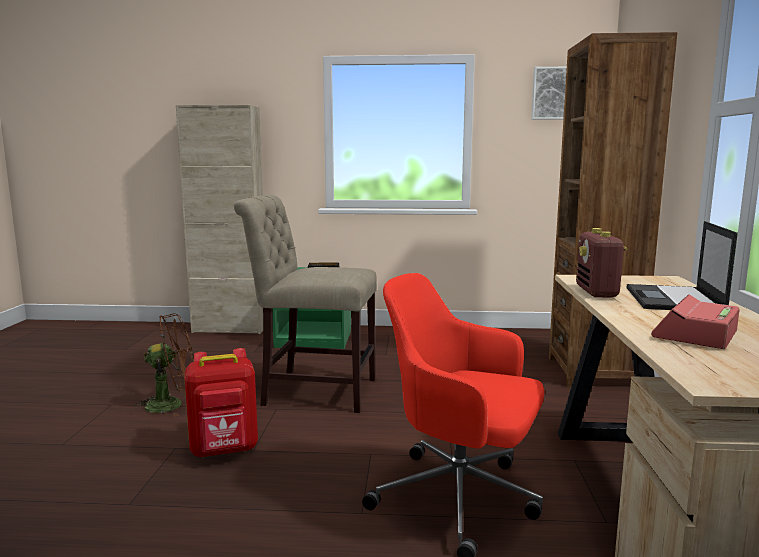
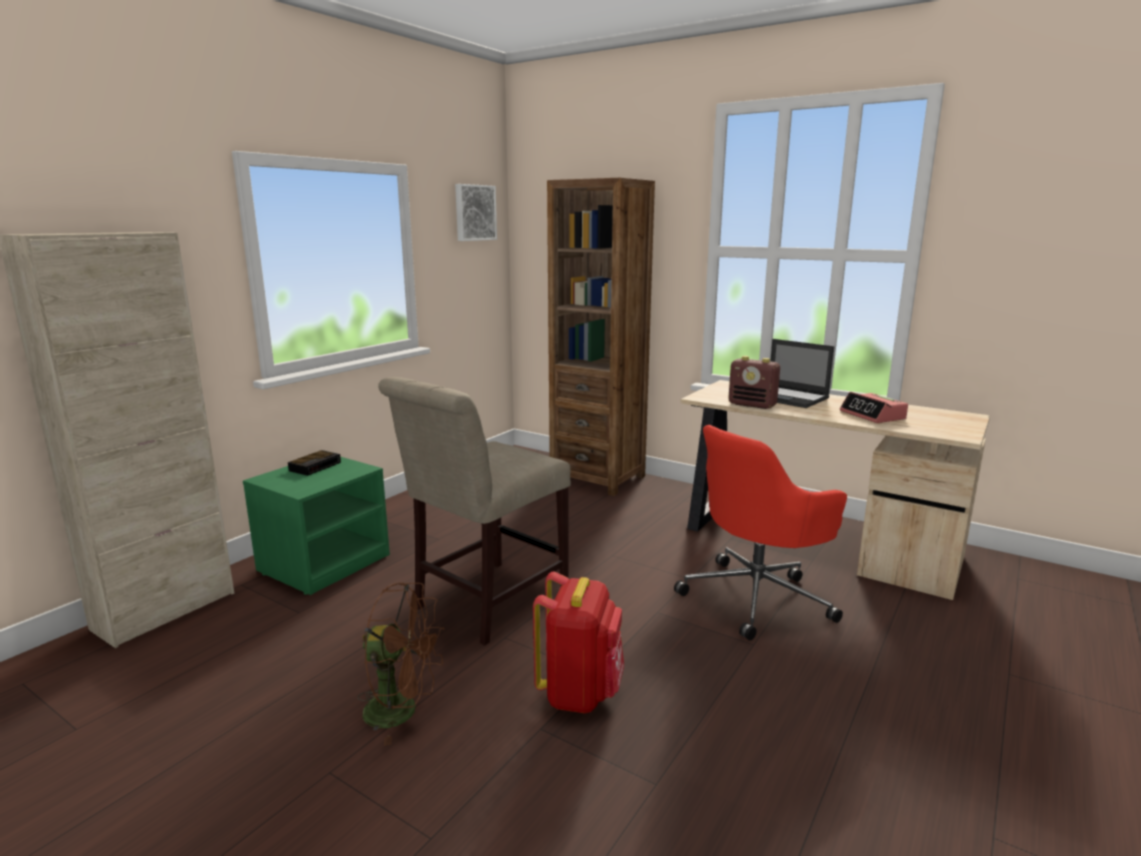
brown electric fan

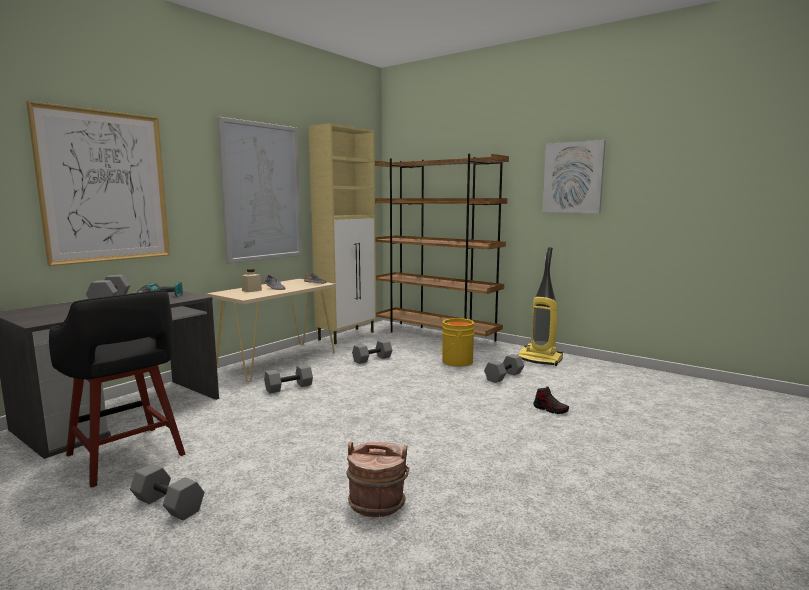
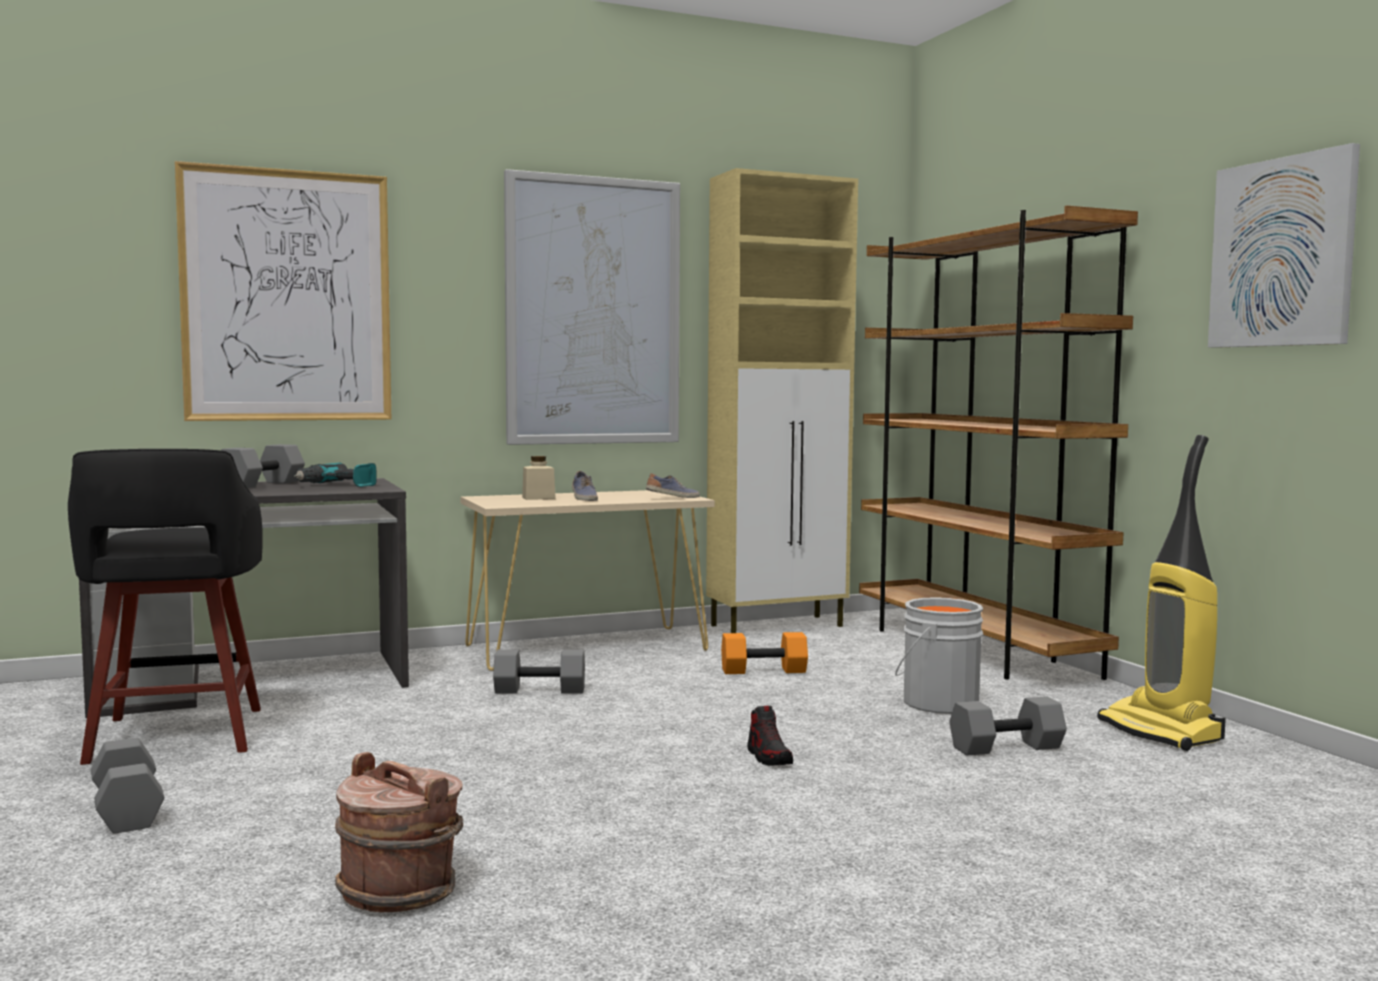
orangey dumbbell; gray water bucket; item of footwear (no. 3 from left)

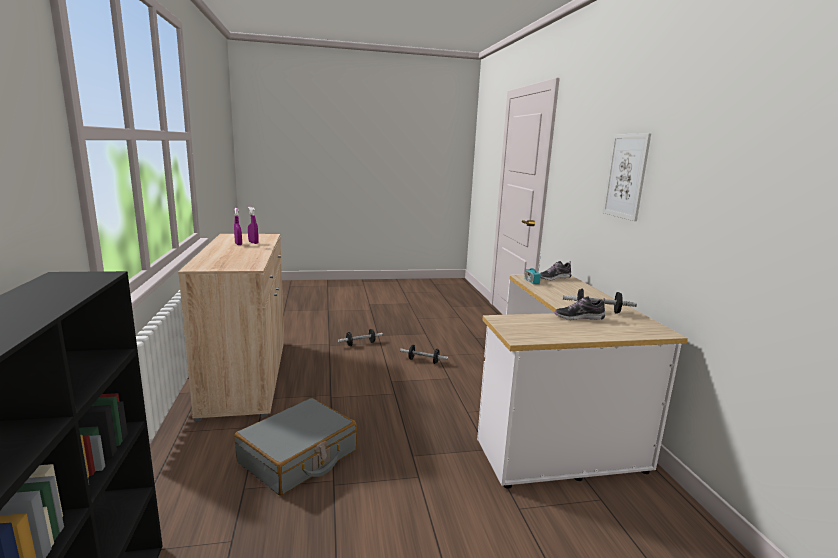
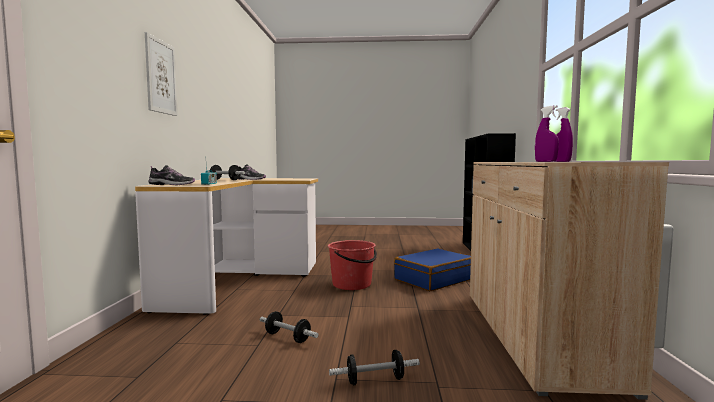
blue-coloured travel case; red-coloured water bucket

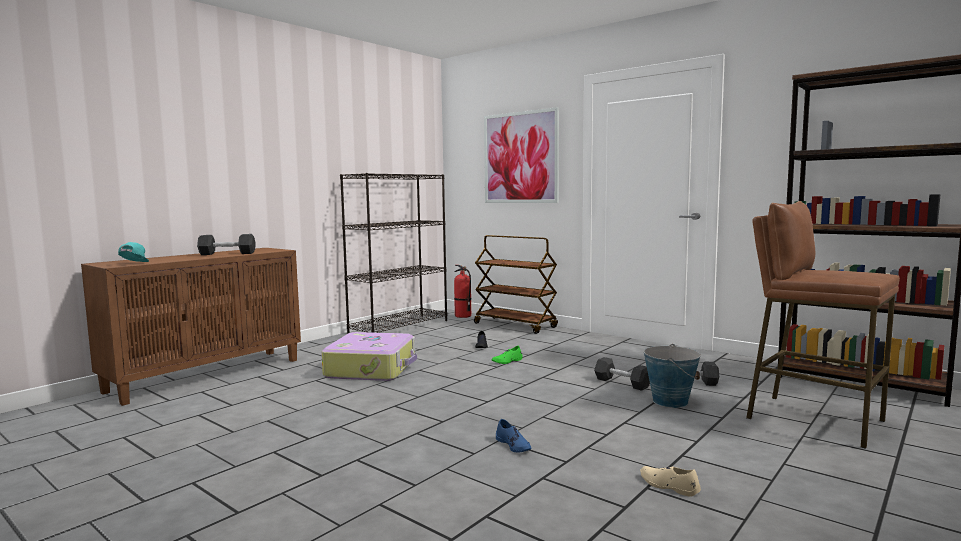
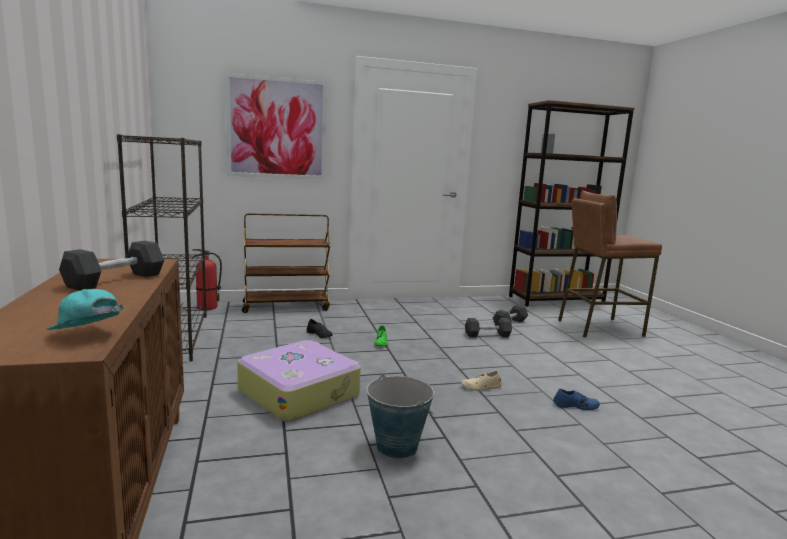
beige-coloured item of footwear; water bucket

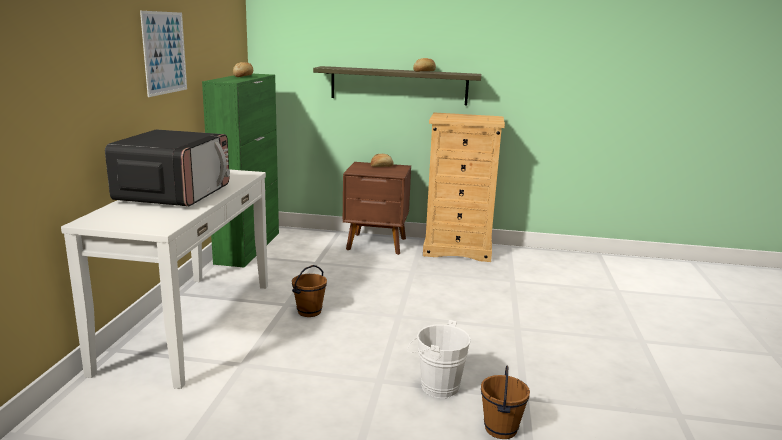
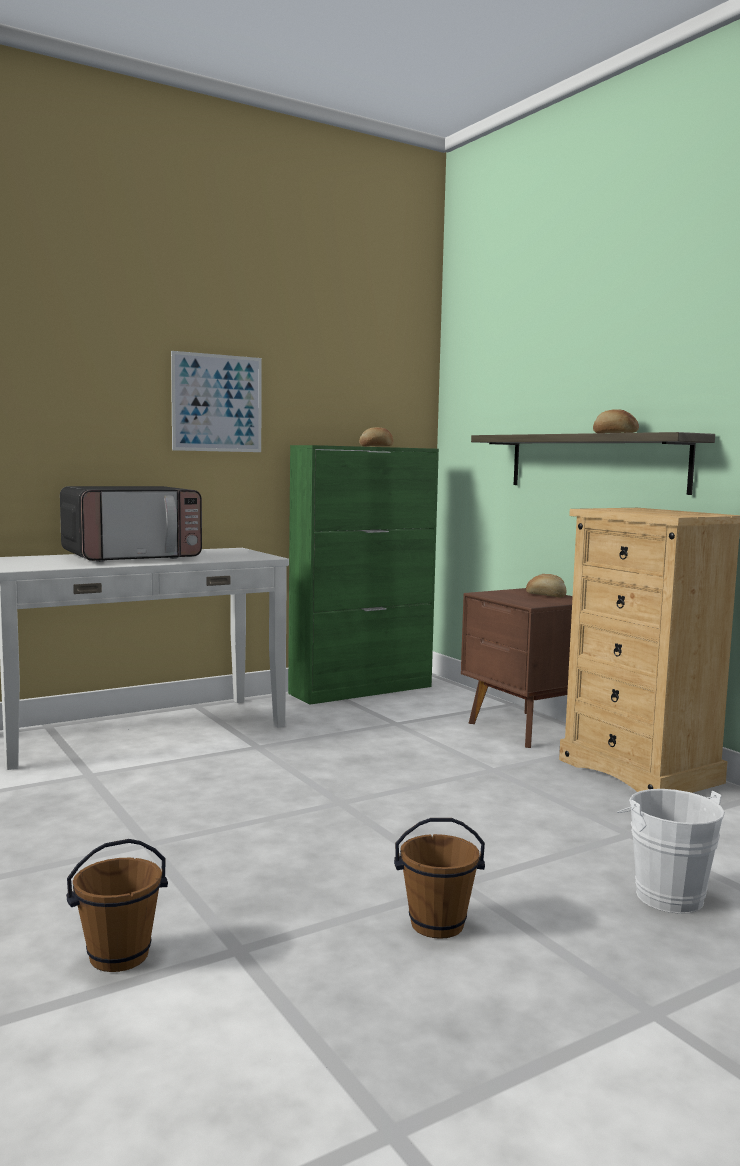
brown water bucket (no. 2 from left); white-coloured water bucket

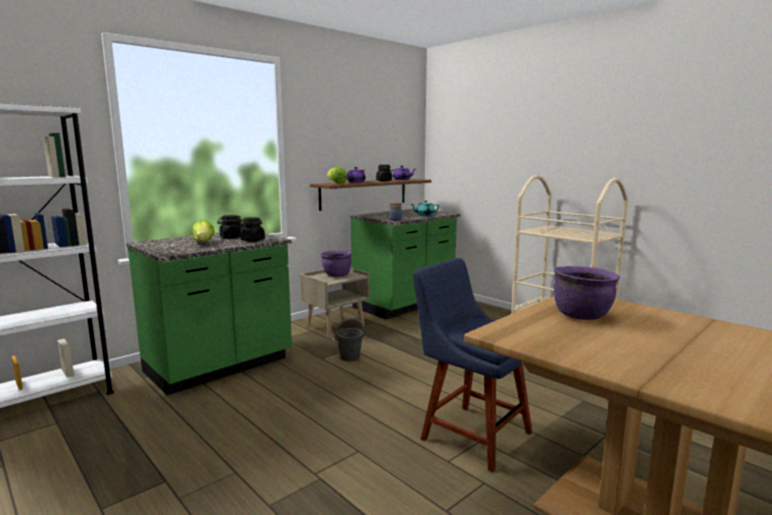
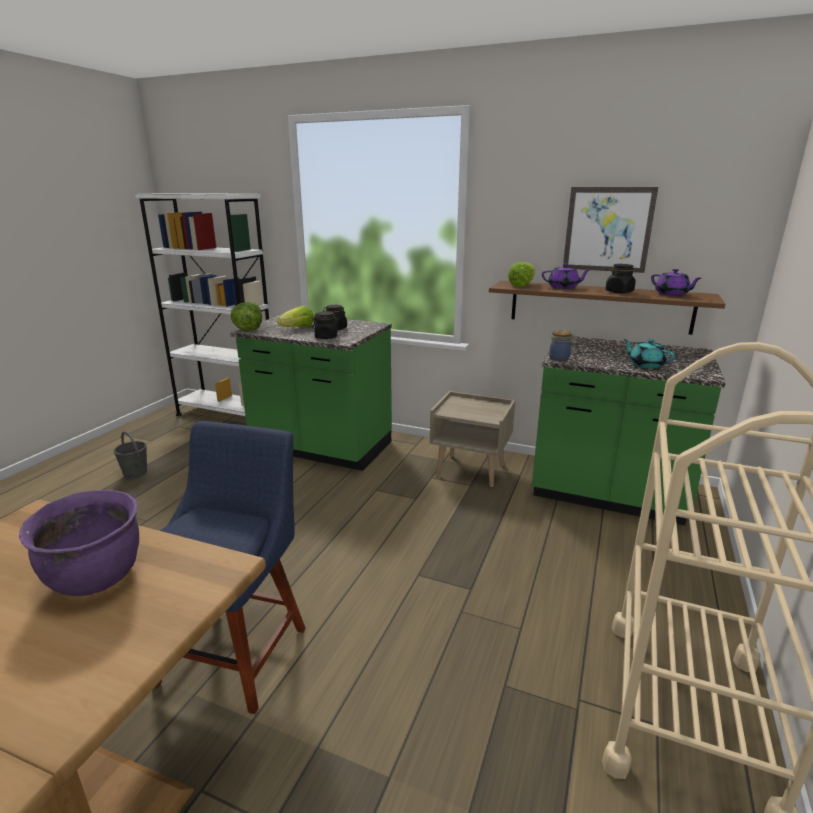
purple-coloured saucepot (no. 1 from left in the first image); gray water bucket; lettuce (no. 1 from left); wall art

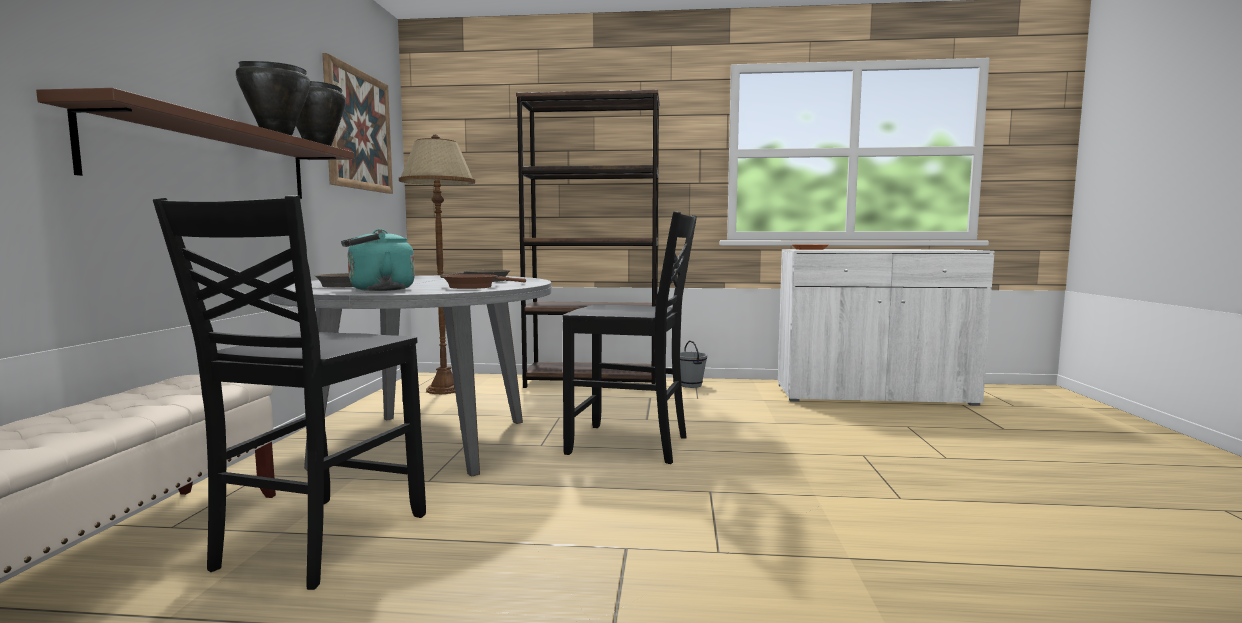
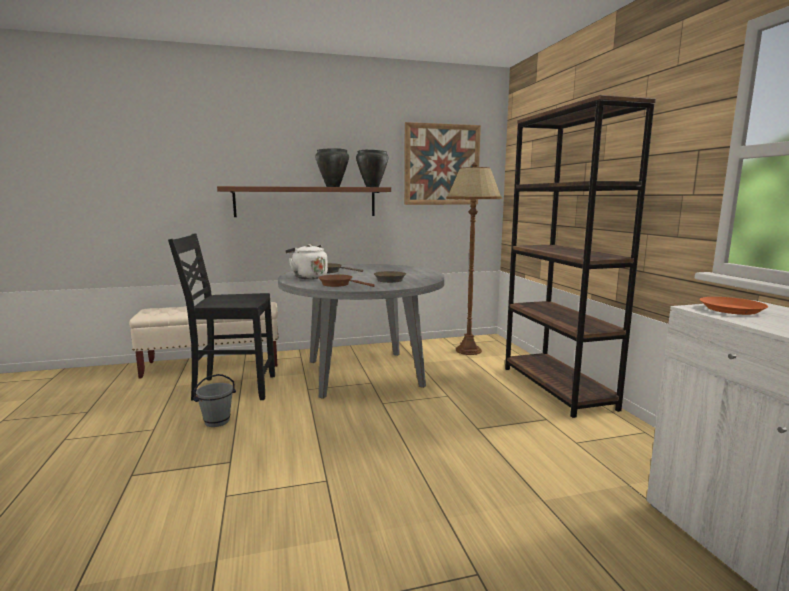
white-coloured kettle; blackish chair (no. 2 from left in the first image); gray water bucket

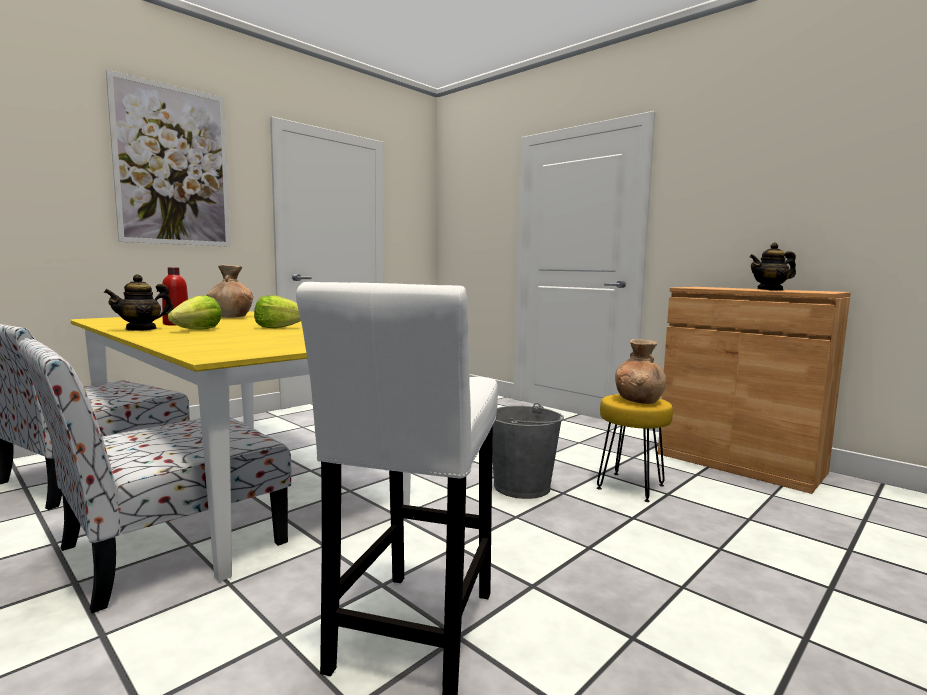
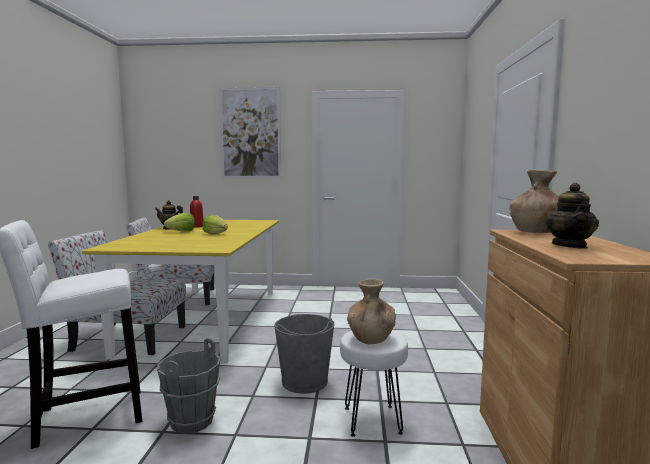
brown flower vase (no. 2 from left); white-coloured stool (no. 2 from left); pot for tea (no. 2 from left); gray water bucket (no. 1 from left)

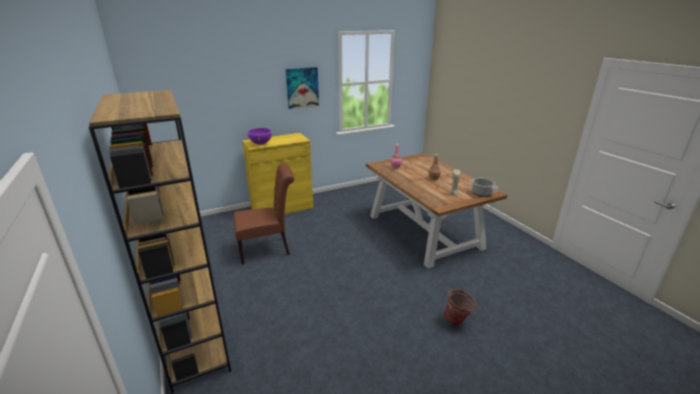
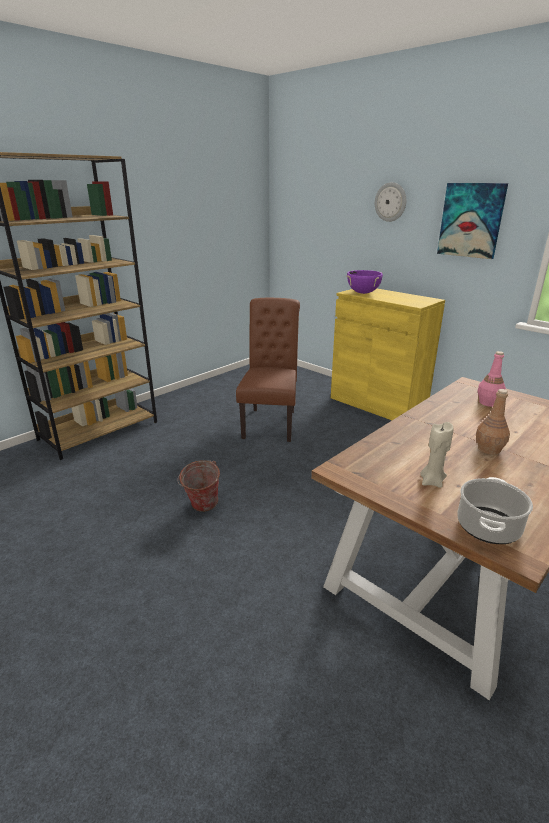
brown chair; water bucket; hanging clock

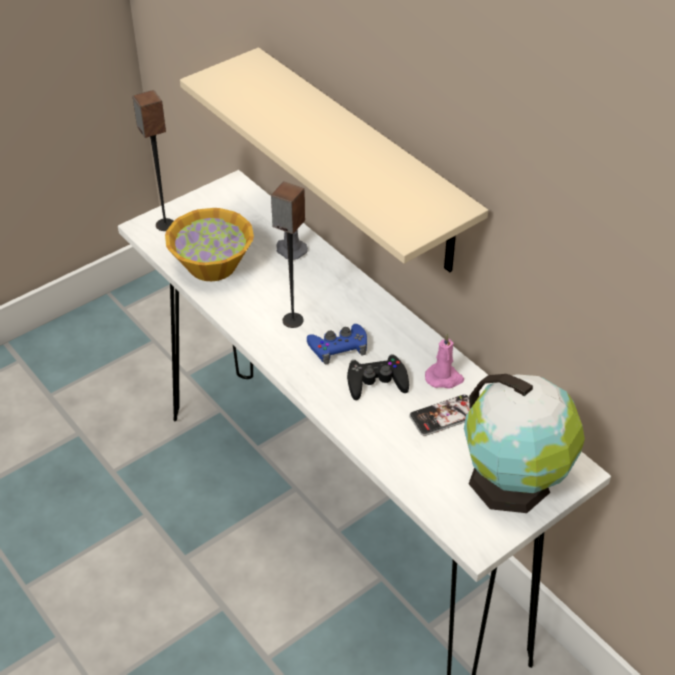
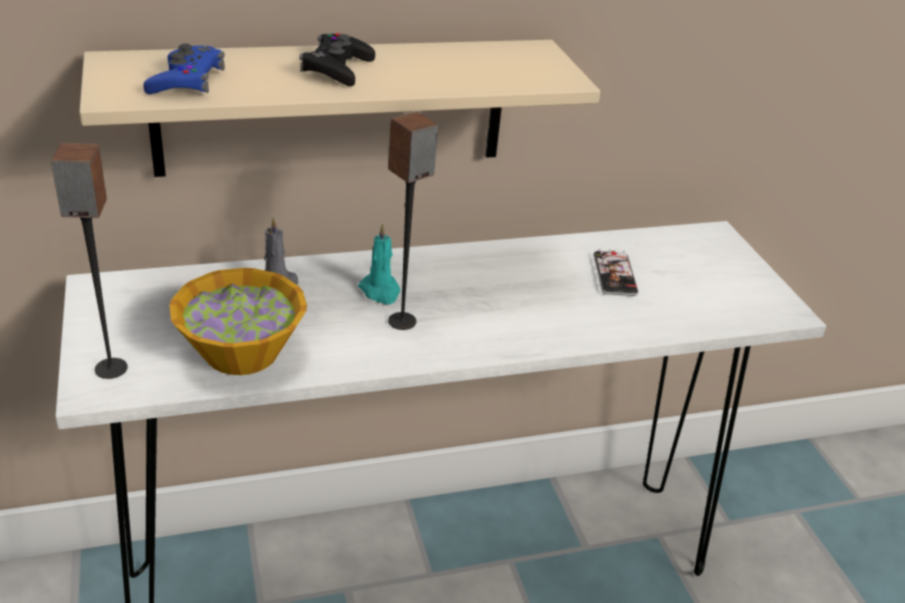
blue-coloured joypad; blackish joypad; pinkish wax candle; globe; turquoise wax candle

